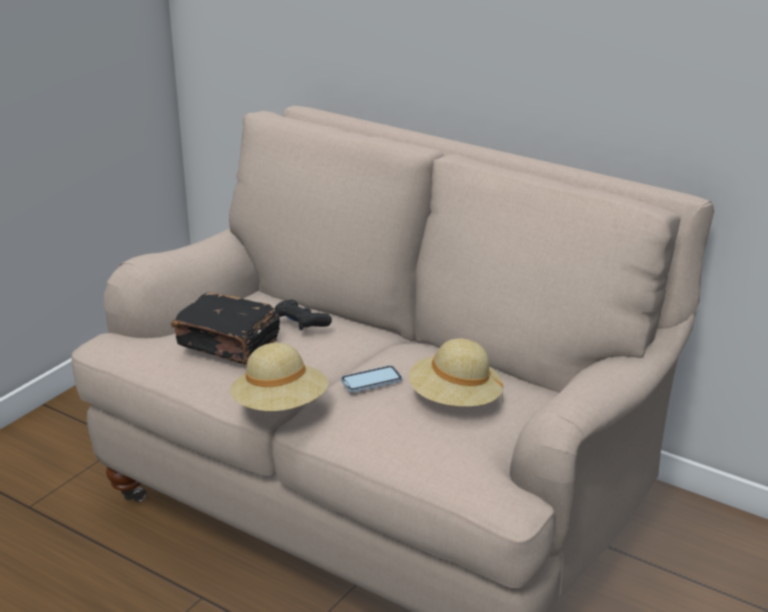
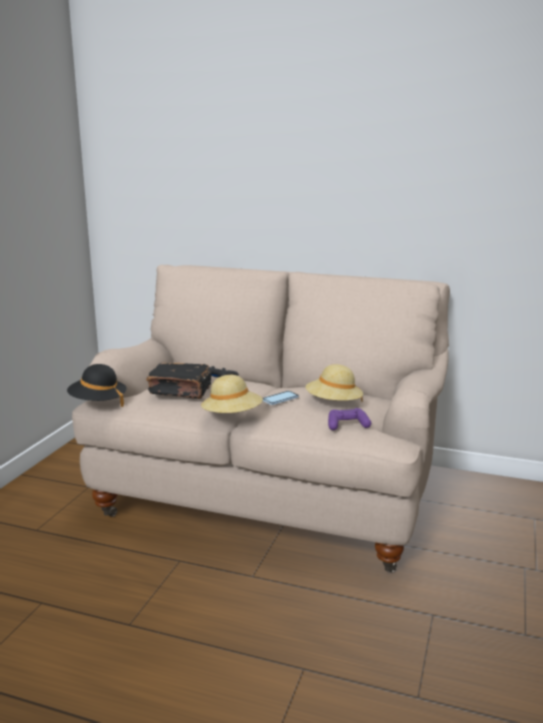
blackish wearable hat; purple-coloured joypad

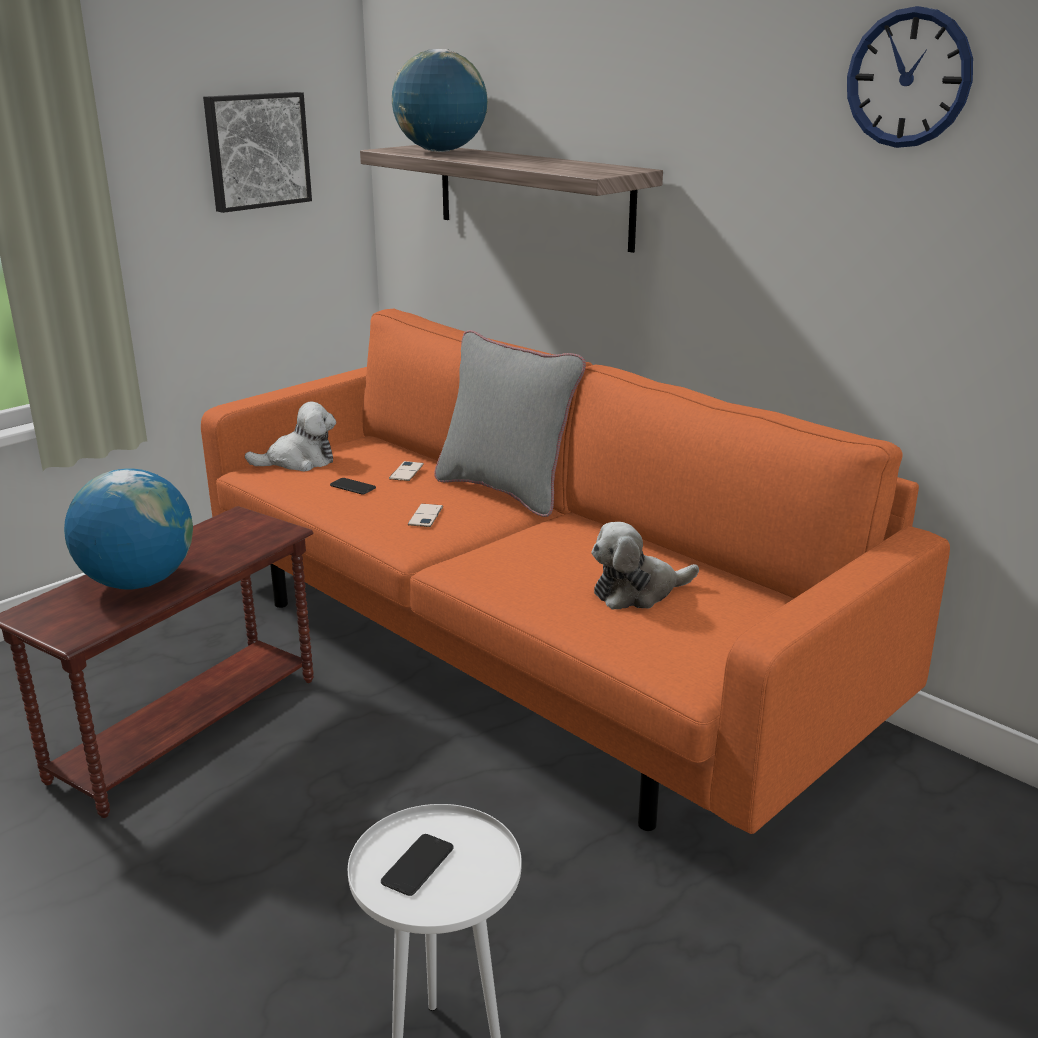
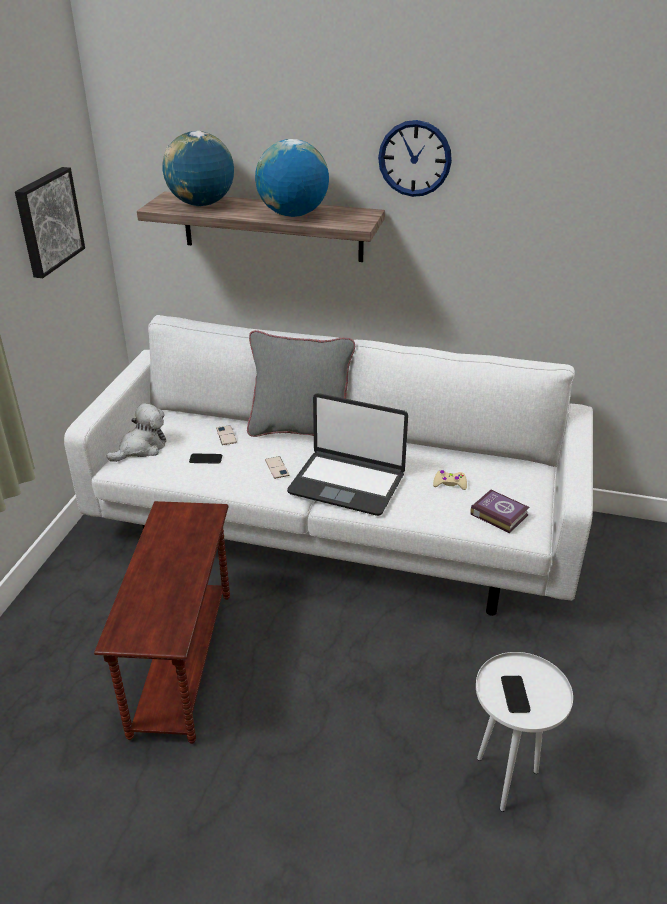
globe (no. 2 from left); white-coloured couch; beige-coloured joypad; hanging clock; notebook computer; book

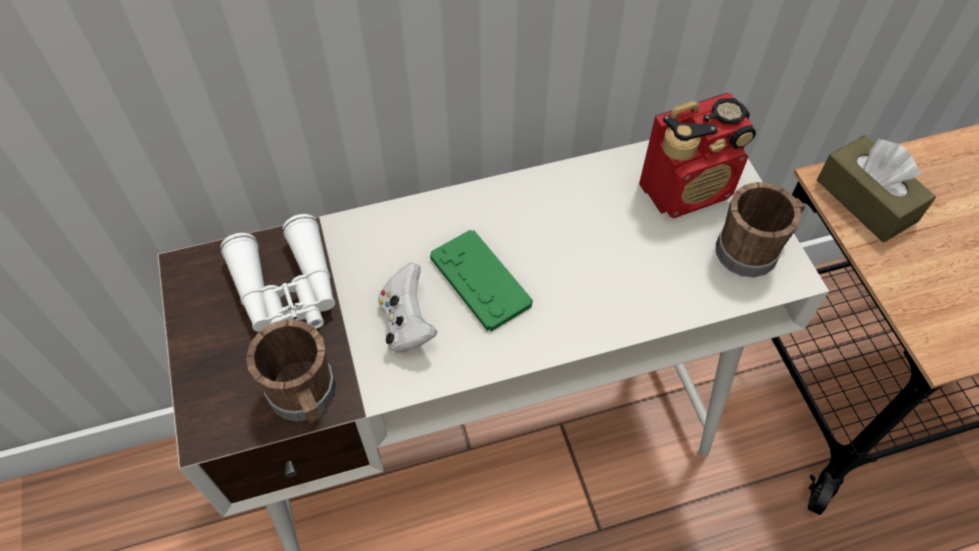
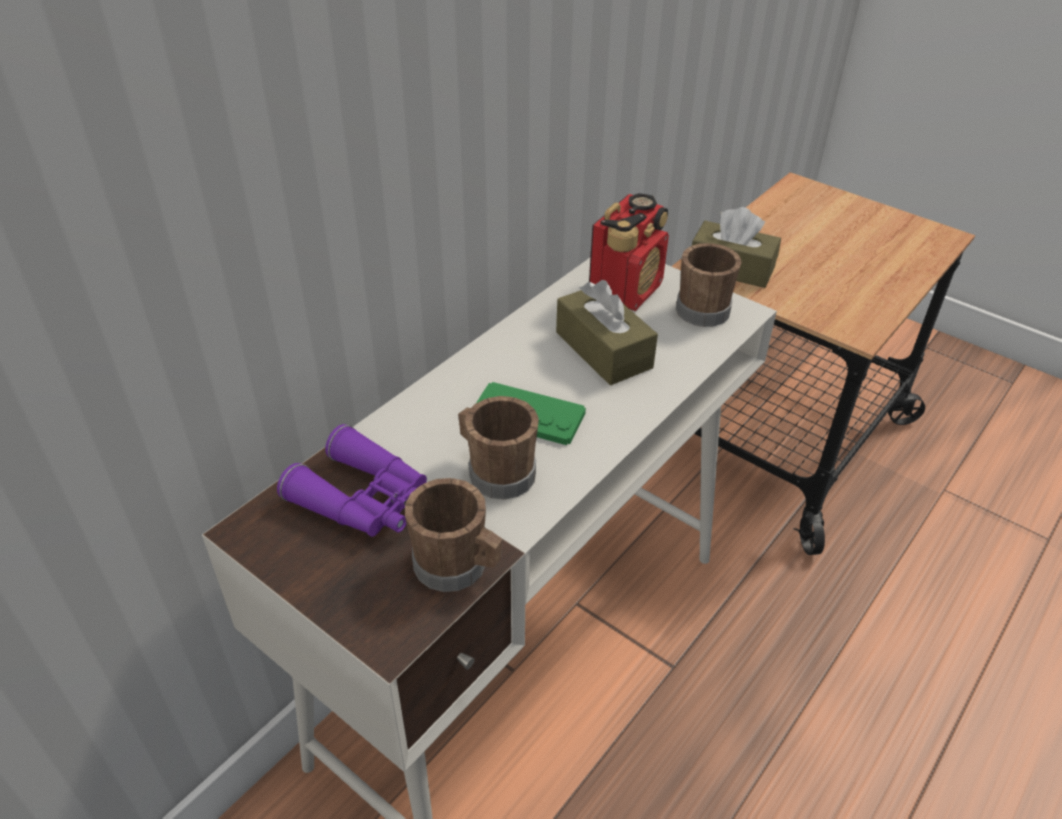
purple-coloured field glasses; brown tea mug (no. 2 from left); brown tissue box (no. 1 from left)

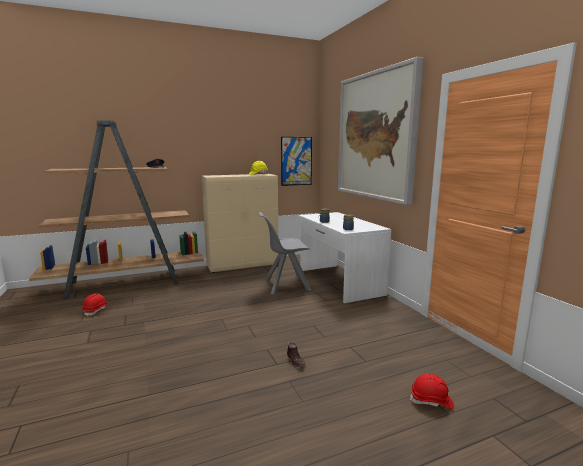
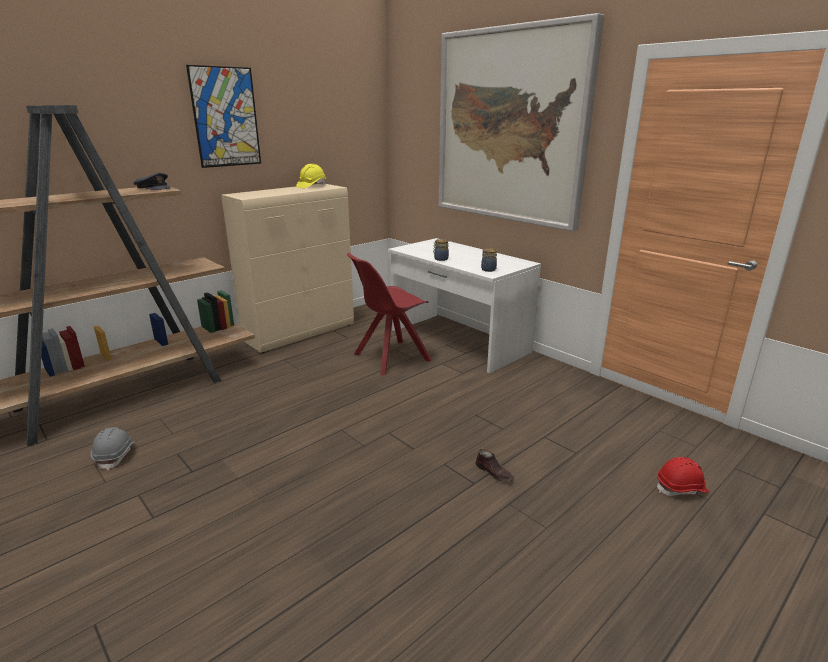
gray hard hat; red-coloured chair; wall art (no. 1 from left)

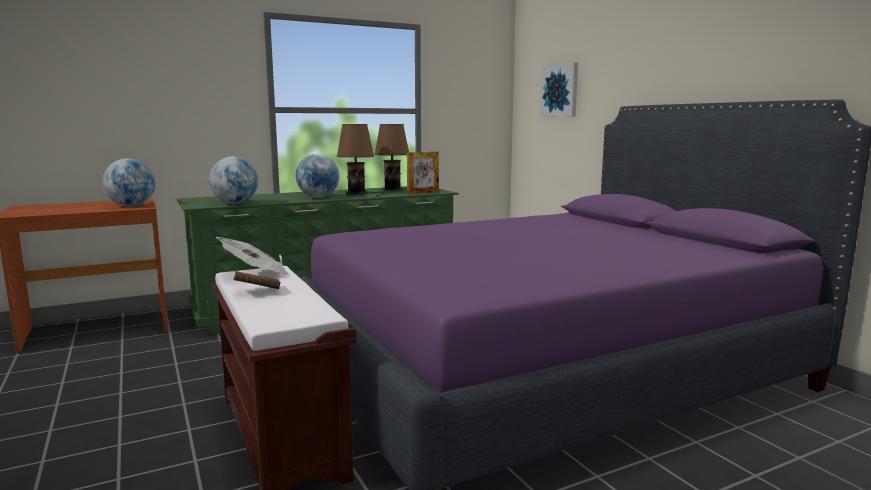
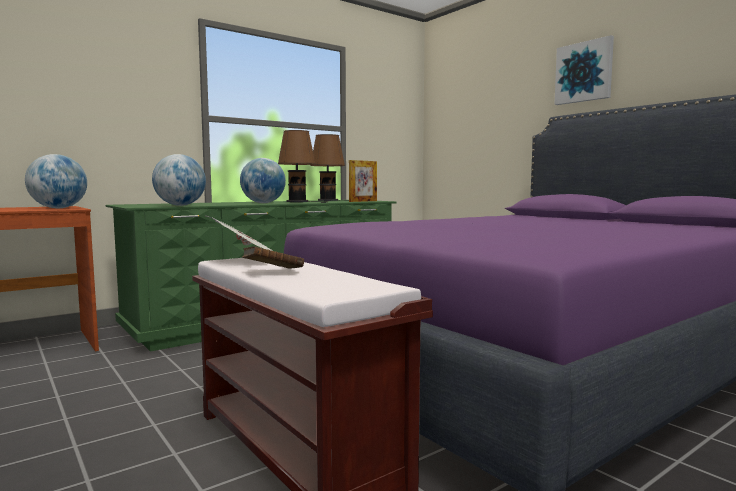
wall art

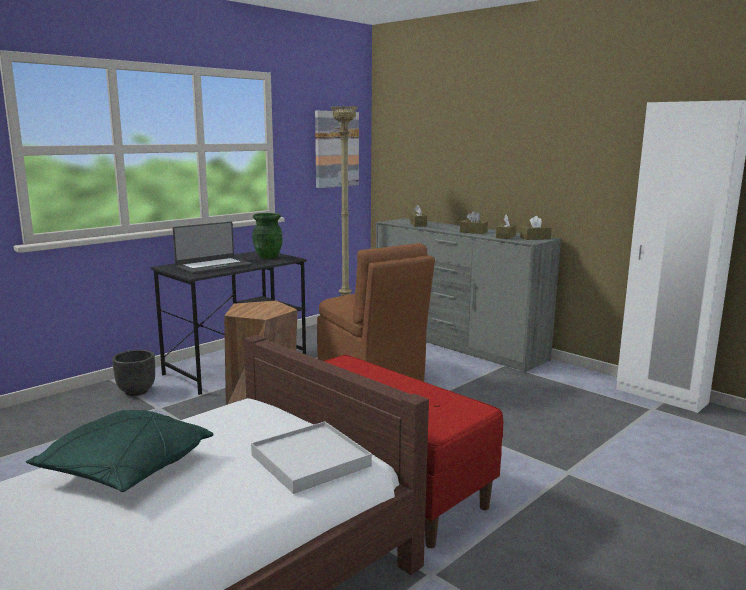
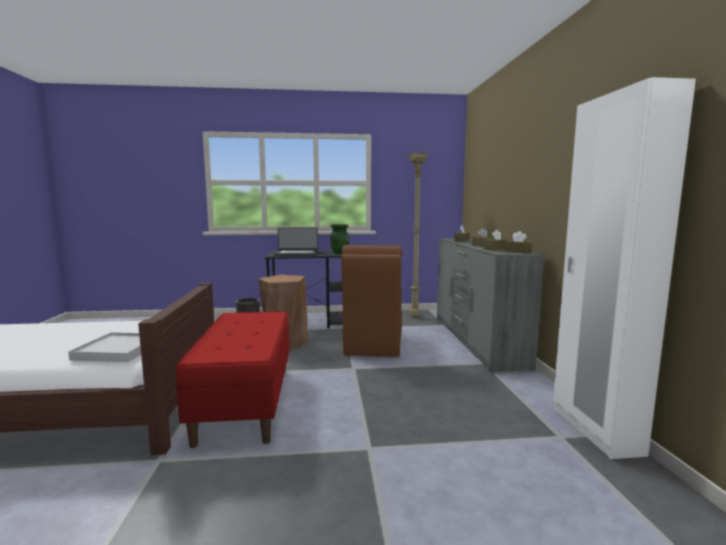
green-coloured throw pillow; wall art

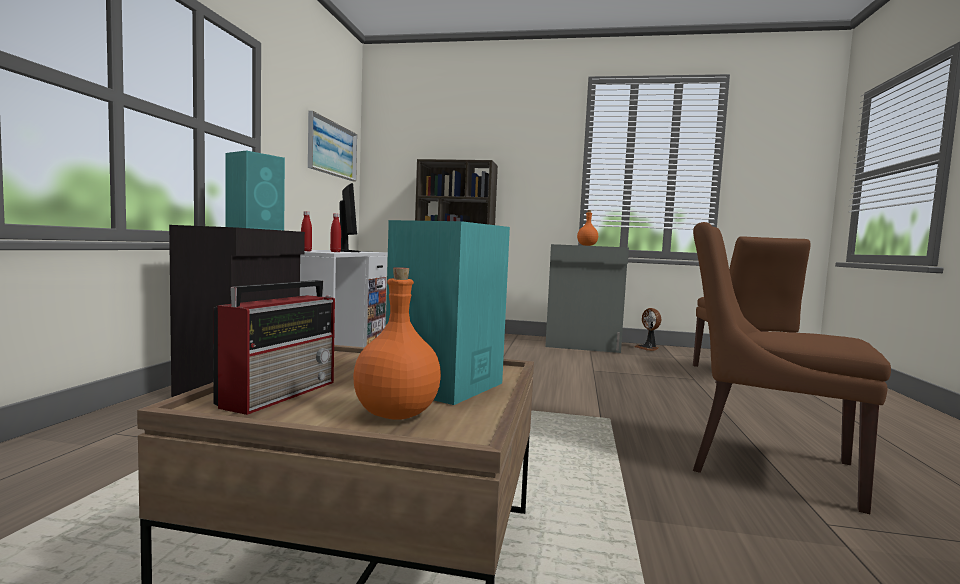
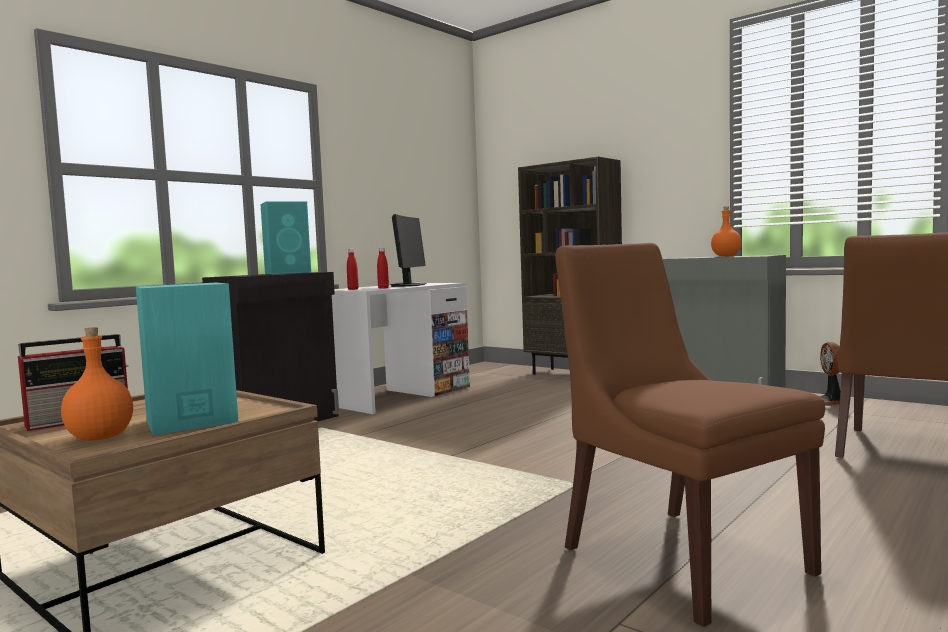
wall art

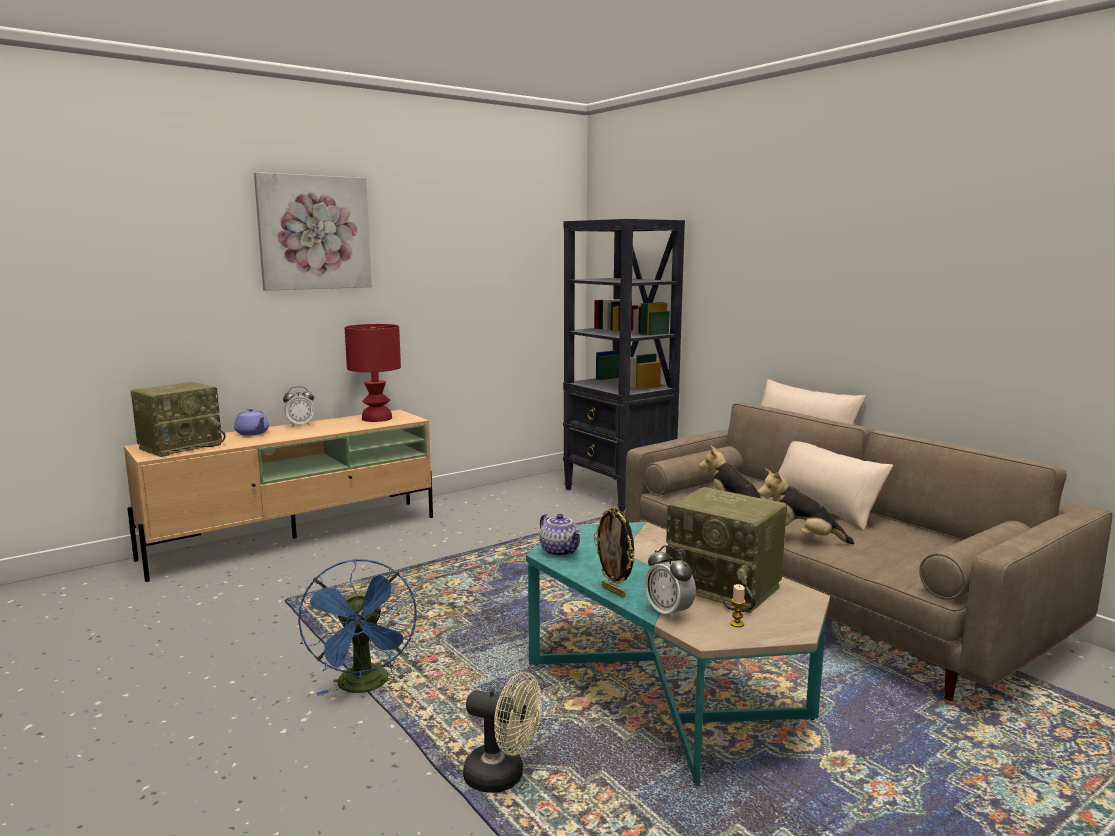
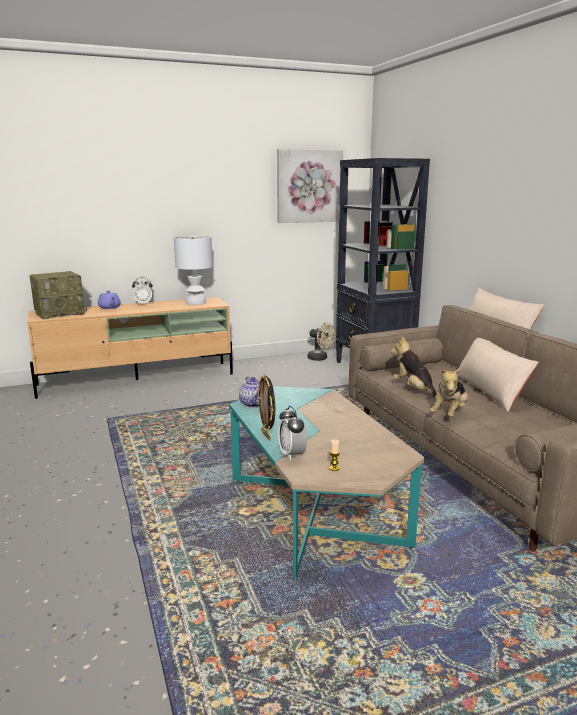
wall art; blue-coloured electric fan; white-coloured tabletop lamp; beige-coloured electric fan; radio set (no. 2 from left in the first image); plush toy (no. 2 from left)

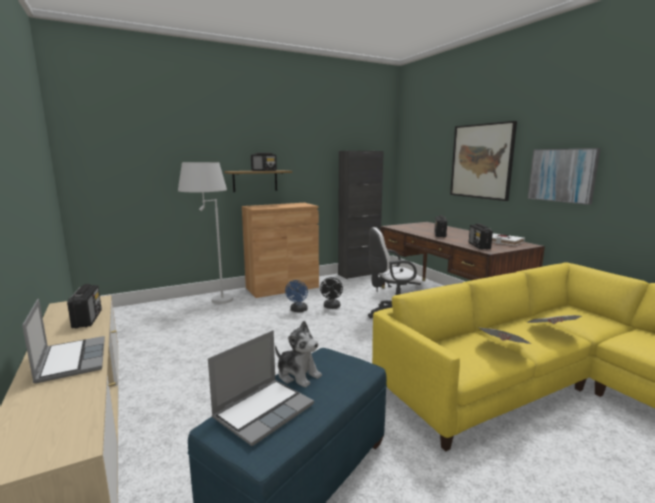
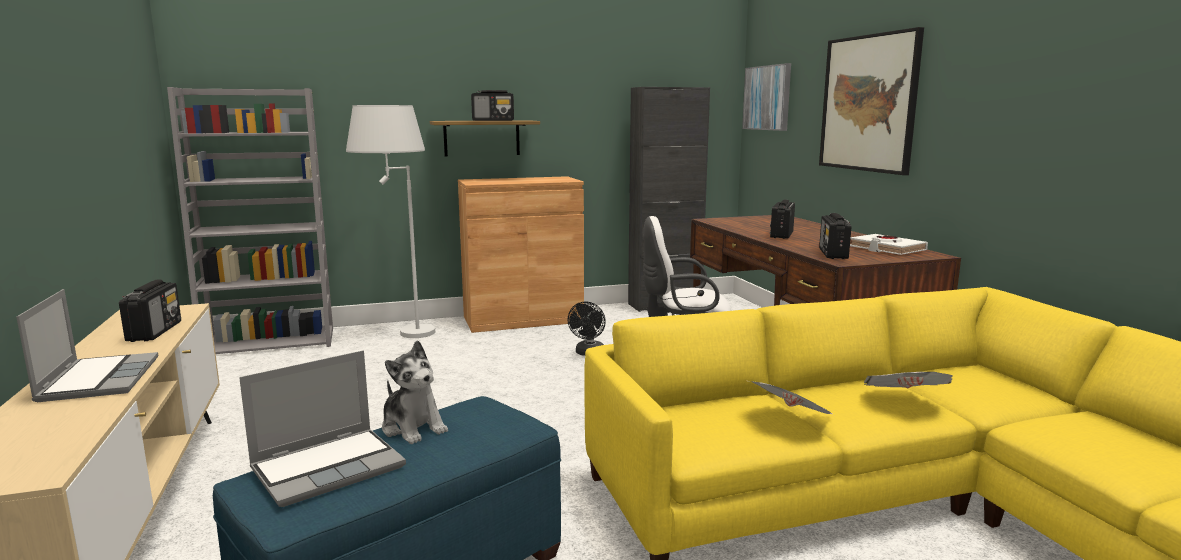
blue-coloured electric fan; wall art (no. 1 from left); gray bookshelf

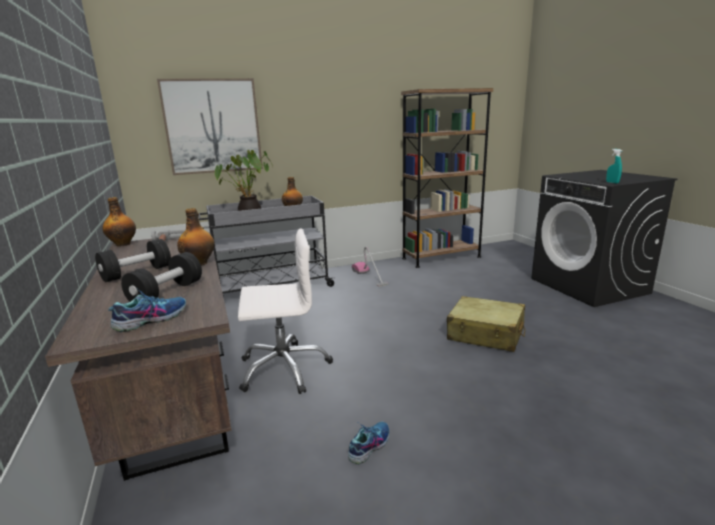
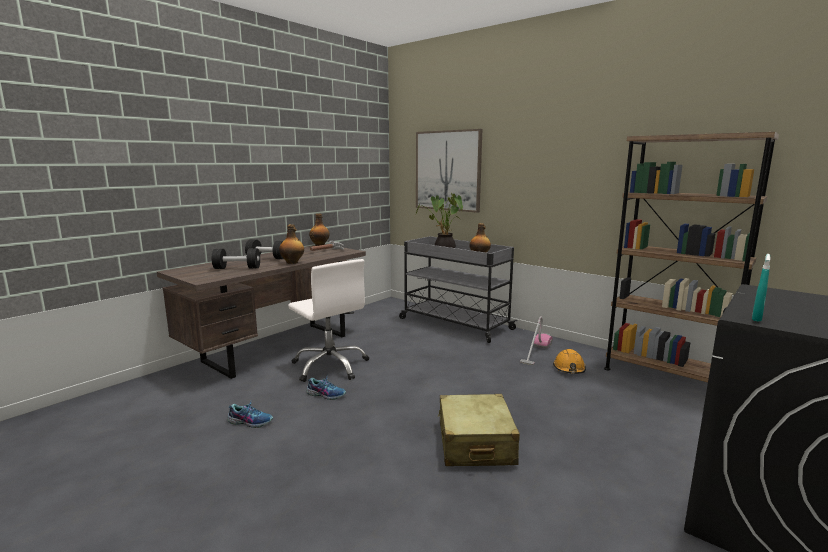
item of footwear (no. 2 from left); orangey hard hat

